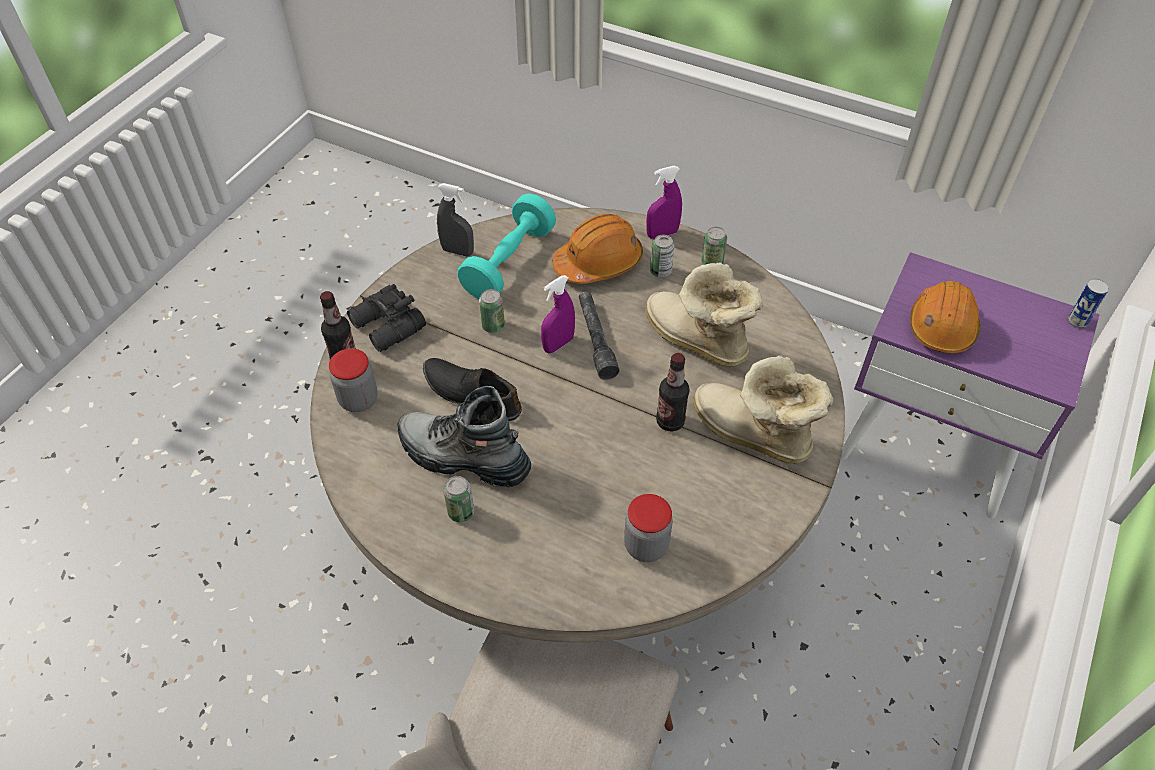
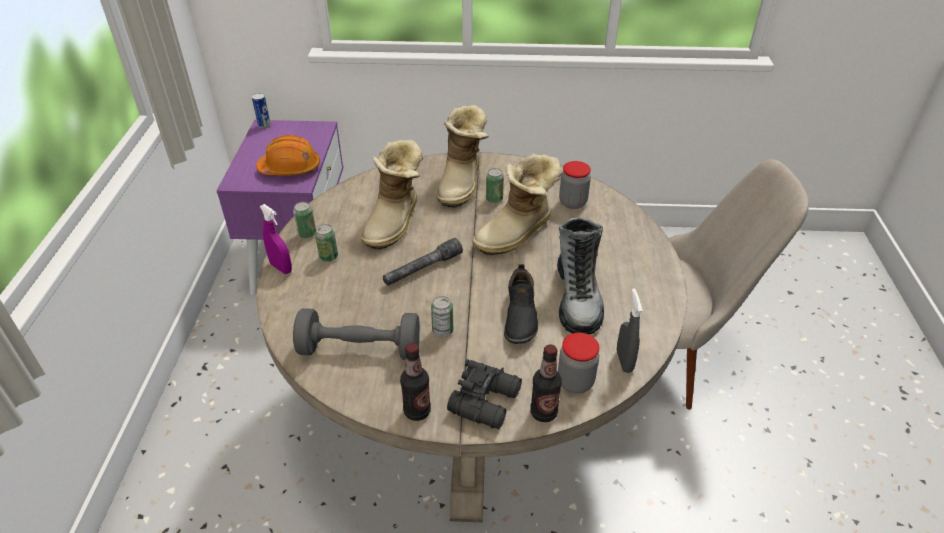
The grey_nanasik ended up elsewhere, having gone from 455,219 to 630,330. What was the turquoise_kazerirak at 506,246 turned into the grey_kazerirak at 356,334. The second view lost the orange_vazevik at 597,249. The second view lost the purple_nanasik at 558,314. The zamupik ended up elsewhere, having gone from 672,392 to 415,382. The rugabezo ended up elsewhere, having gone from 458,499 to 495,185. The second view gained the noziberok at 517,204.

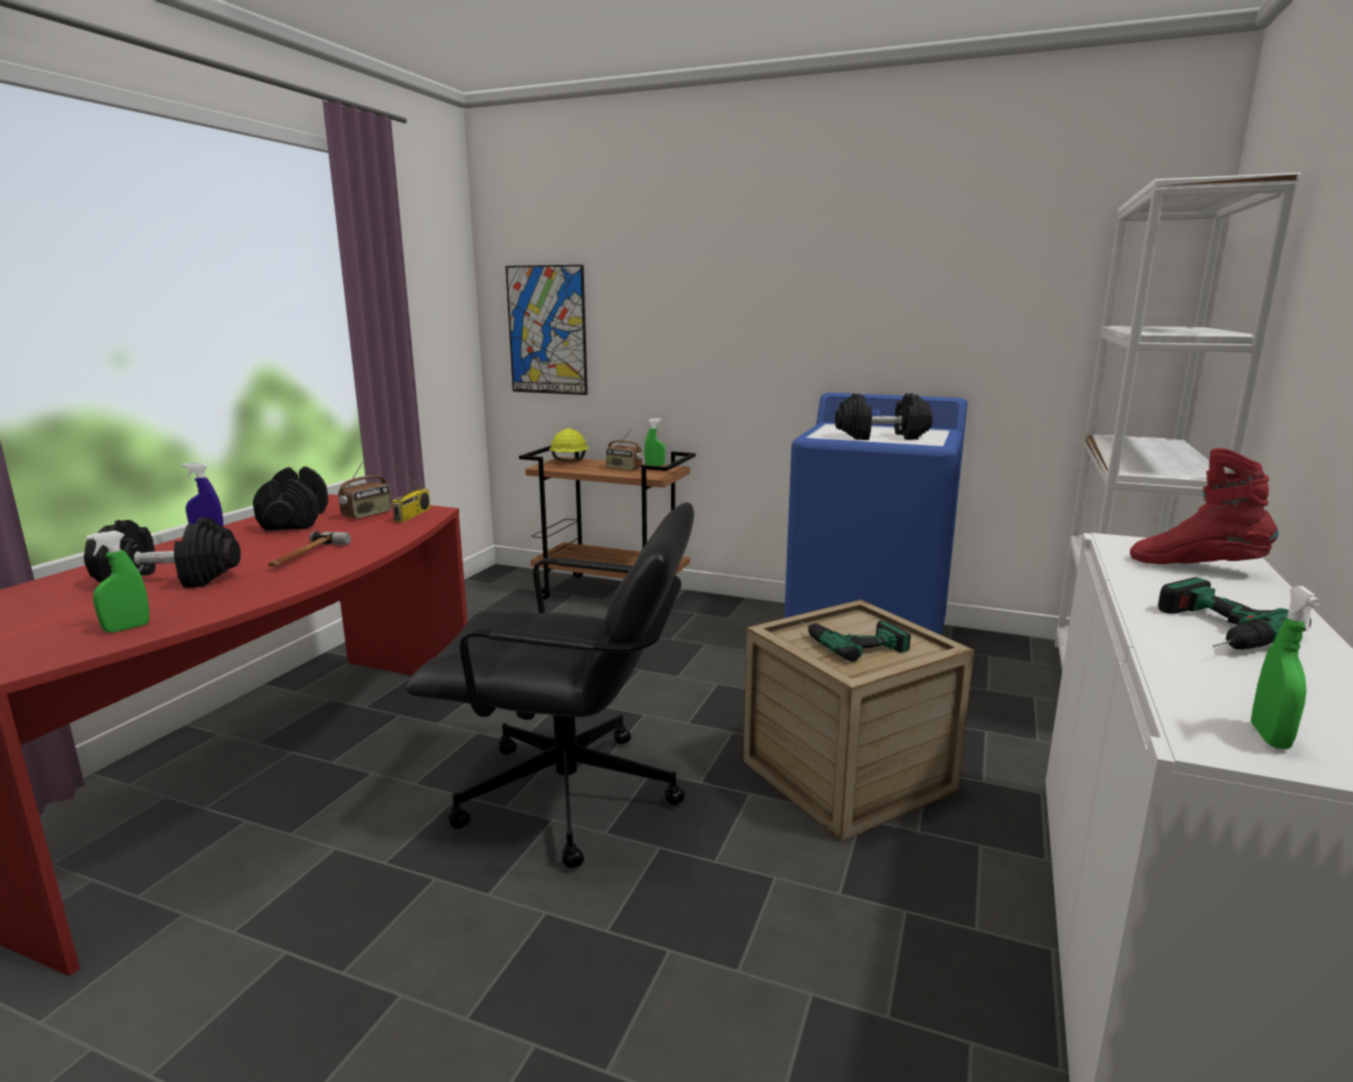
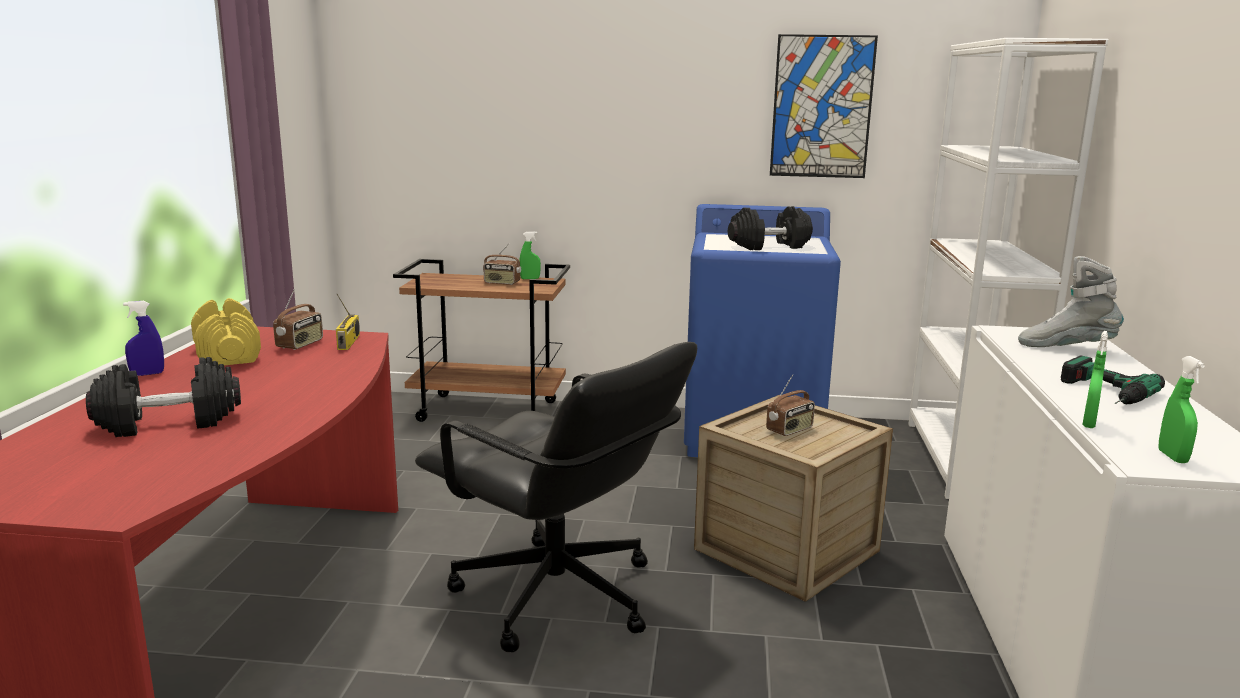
The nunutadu ended up elsewhere, having gone from 546,330 to 824,106. The second view lost the yellow_vazevik at 569,445. What was the red_noziberok at 1204,506 turned into the grey_noziberok at 1071,301. What was the black_kazerirak at 290,499 turned into the yellow_kazerirak at 226,332. The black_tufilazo at 549,685 ended up facing another way, 45 degrees clockwise from before. The green_nanasik ended up elsewhere, having gone from 117,582 to 1095,379. The second view lost the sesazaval at 309,549. Where the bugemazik stood at 855,641, the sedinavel came to stand at 790,405.

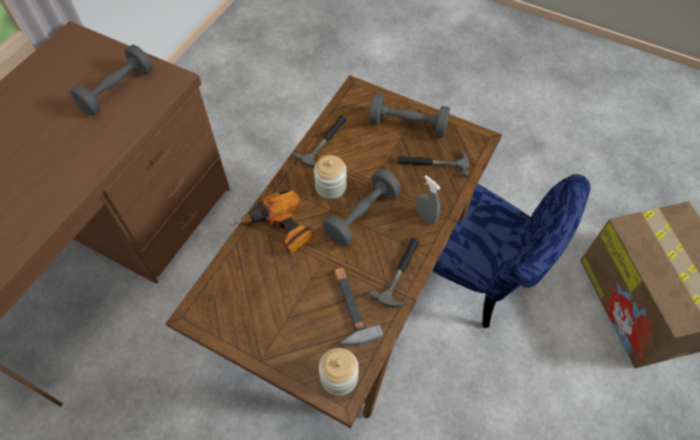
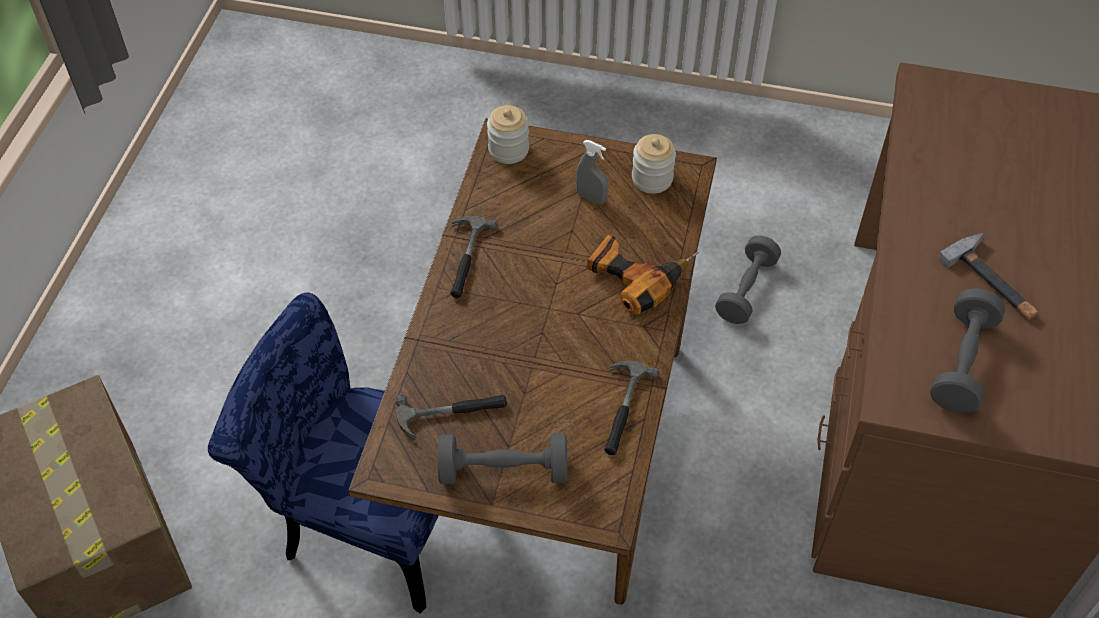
The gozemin ended up elsewhere, having gone from 330,177 to 654,164. The grey_kazerirak ended up elsewhere, having gone from 361,208 to 748,280. The grey_nanasik ended up elsewhere, having gone from 428,199 to 592,172. The sesazaval ended up elsewhere, having gone from 358,307 to 988,276.

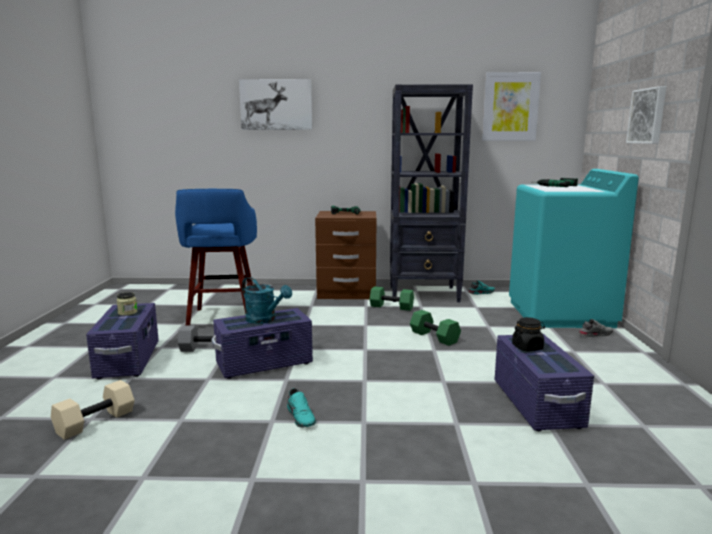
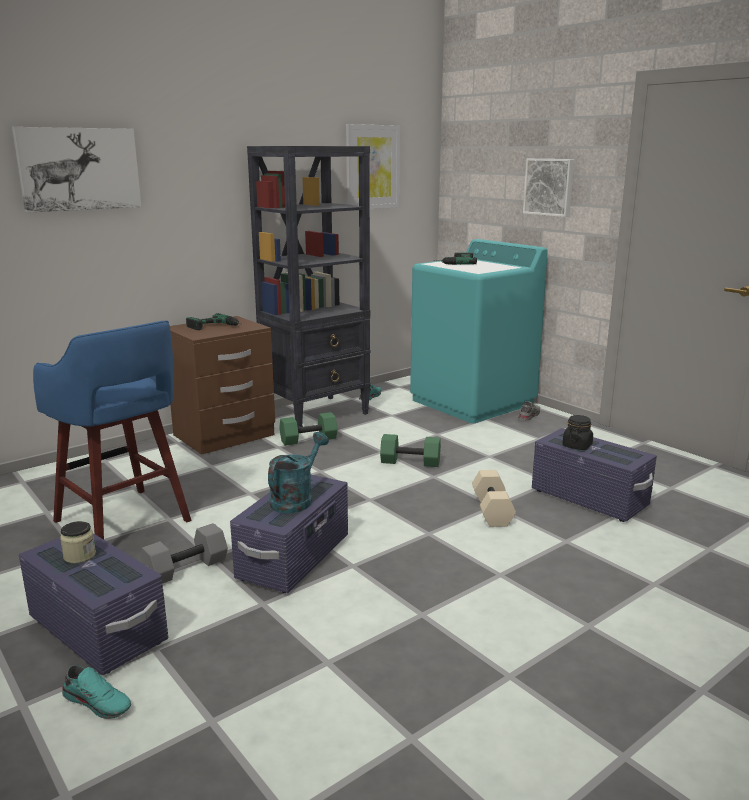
The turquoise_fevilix at 267,300 ended up facing another way, 60 degrees counterclockwise from before. The beige_kazerirak ended up elsewhere, having gone from 93,410 to 494,498. The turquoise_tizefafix ended up elsewhere, having gone from 301,408 to 96,692.

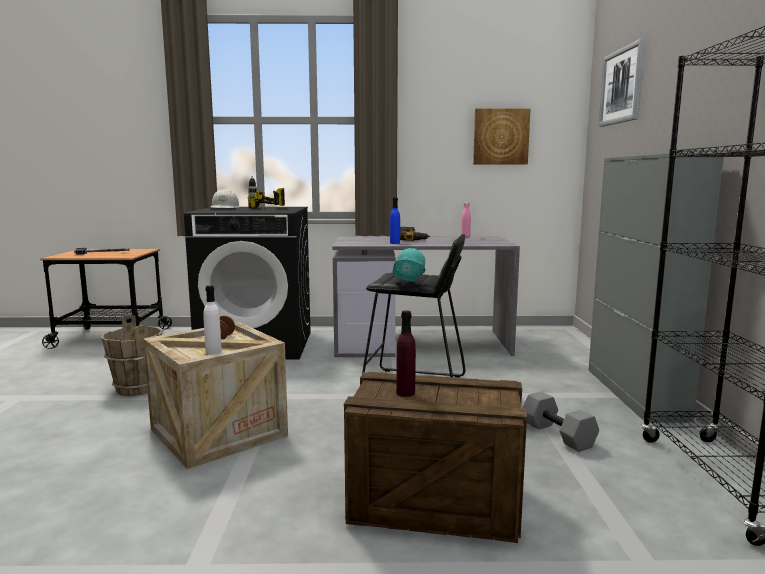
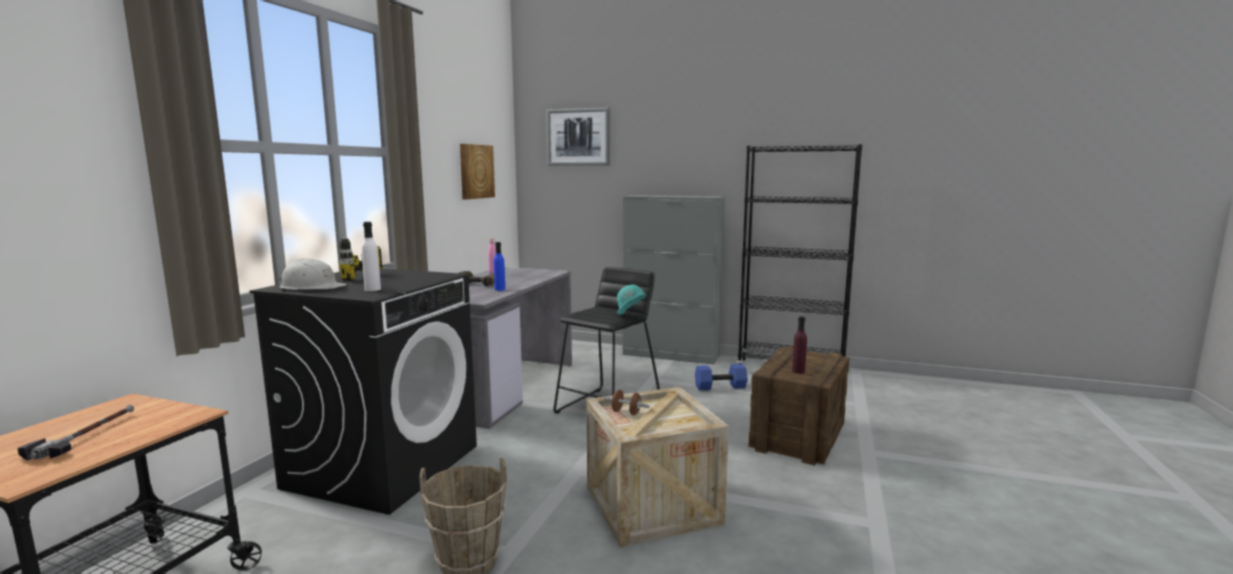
The white_zamupik ended up elsewhere, having gone from 212,320 to 371,256. What was the grey_kazerirak at 561,422 turned into the blue_kazerirak at 721,377.

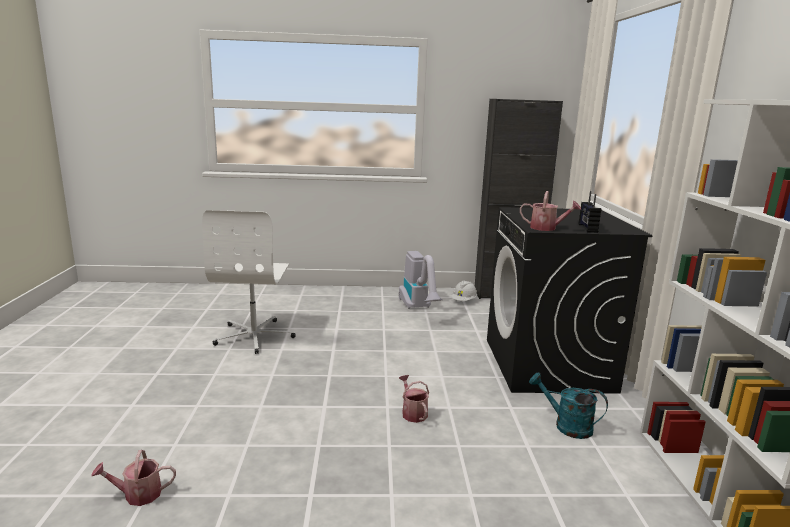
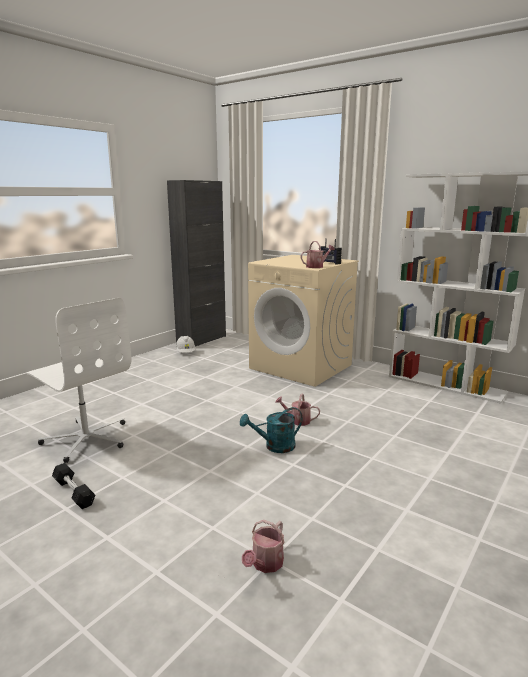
What was the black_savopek at 570,300 turned into the beige_savopek at 303,321. The second view lost the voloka at 421,280. The turquoise_fevilix ended up elsewhere, having gone from 568,405 to 271,430. The second view gained the black_kazerirak at 73,486.

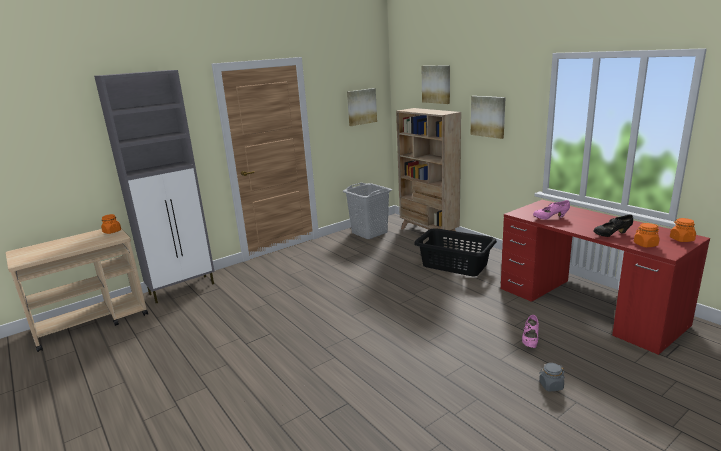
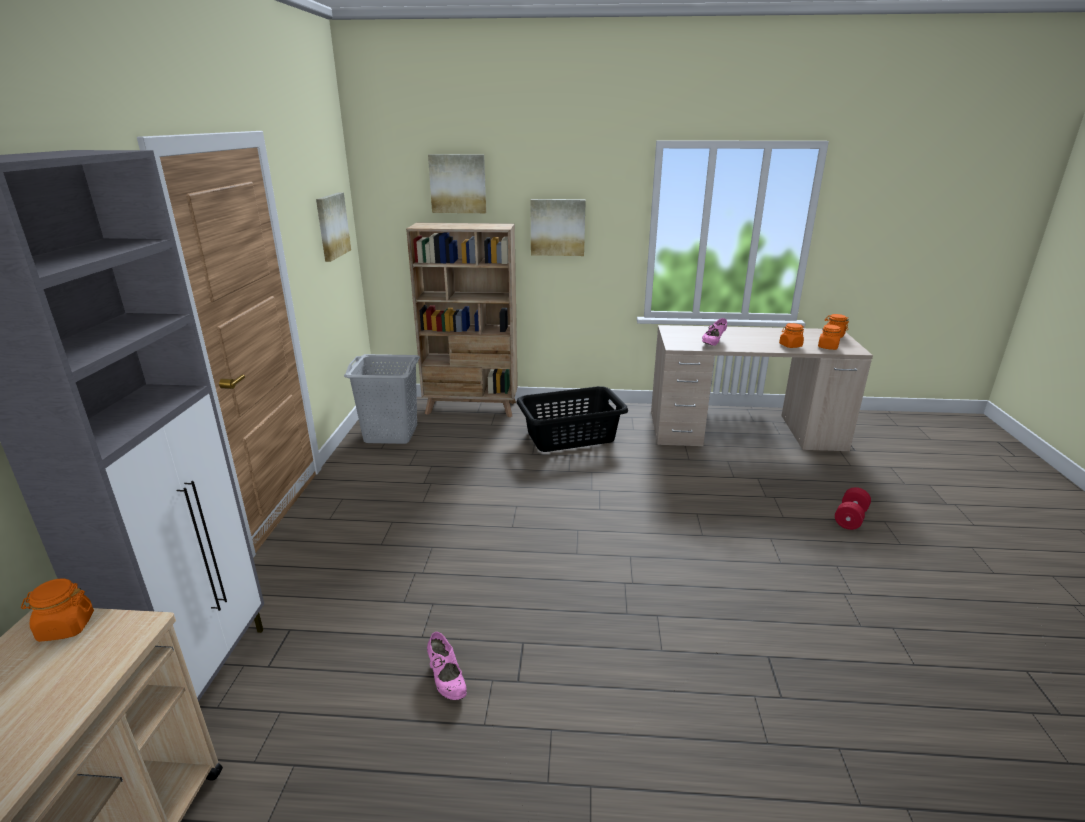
What was the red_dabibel at 605,277 turned into the beige_dabibel at 762,388. Where the black_tizefafix stood at 613,226, the orange_gozemin came to stand at 791,335. The pink_tizefafix ended up elsewhere, having gone from 530,331 to 447,666. Where the grey_gozemin stood at 552,377, the red_kazerirak came to stand at 853,508.

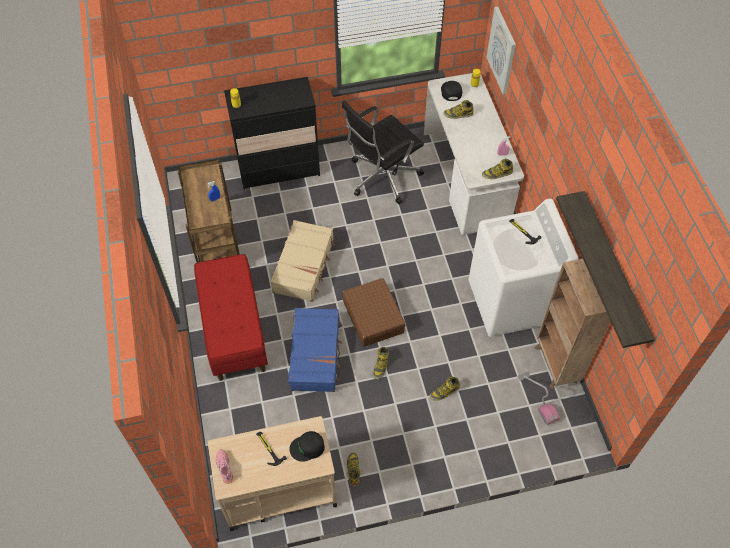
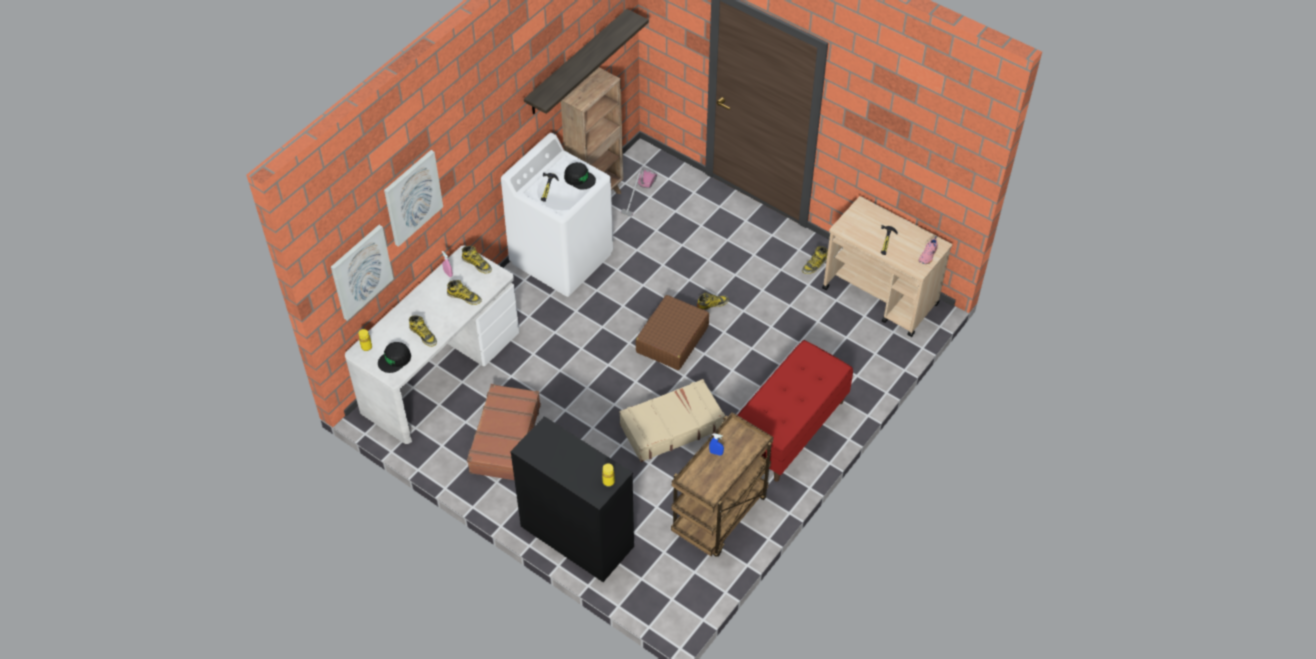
Where the black_tufilazo stood at 383,152, the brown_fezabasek came to stand at 504,432. The second view lost the blue_fezabasek at 315,350. The noziberok ended up elsewhere, having gone from 445,388 to 464,292. The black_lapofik ended up elsewhere, having gone from 307,446 to 580,176. The second view gained the nunutadu at 413,198.

